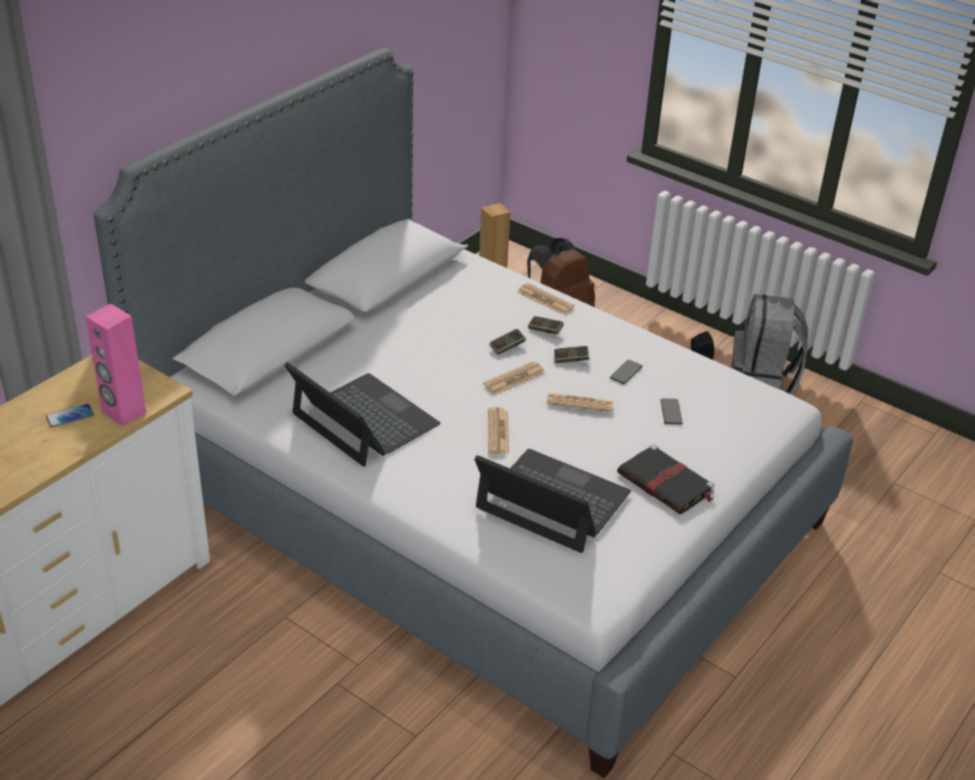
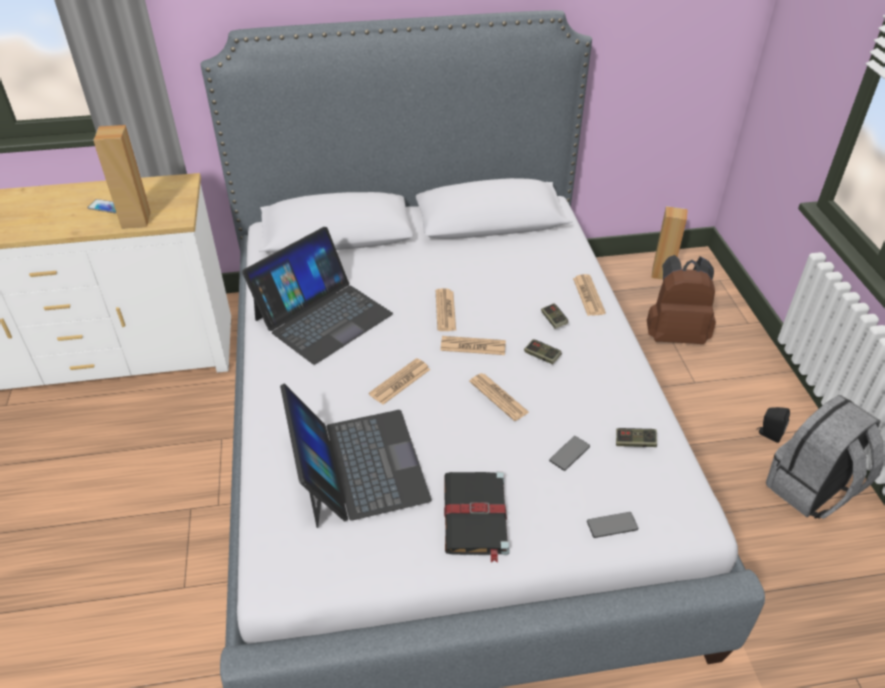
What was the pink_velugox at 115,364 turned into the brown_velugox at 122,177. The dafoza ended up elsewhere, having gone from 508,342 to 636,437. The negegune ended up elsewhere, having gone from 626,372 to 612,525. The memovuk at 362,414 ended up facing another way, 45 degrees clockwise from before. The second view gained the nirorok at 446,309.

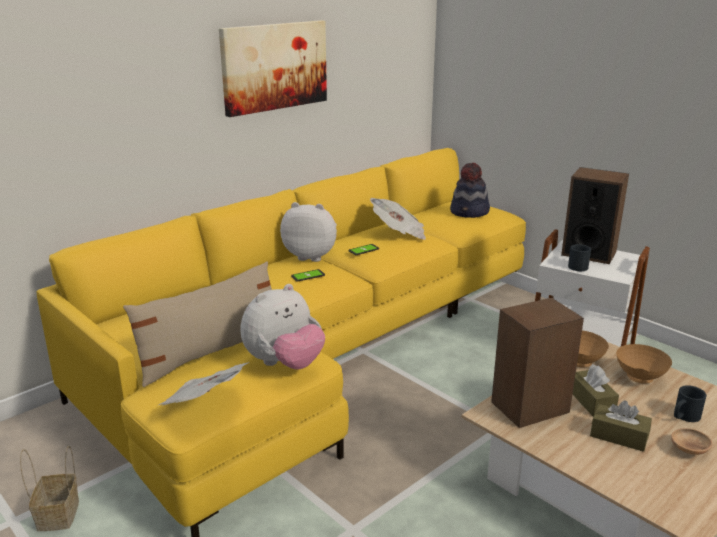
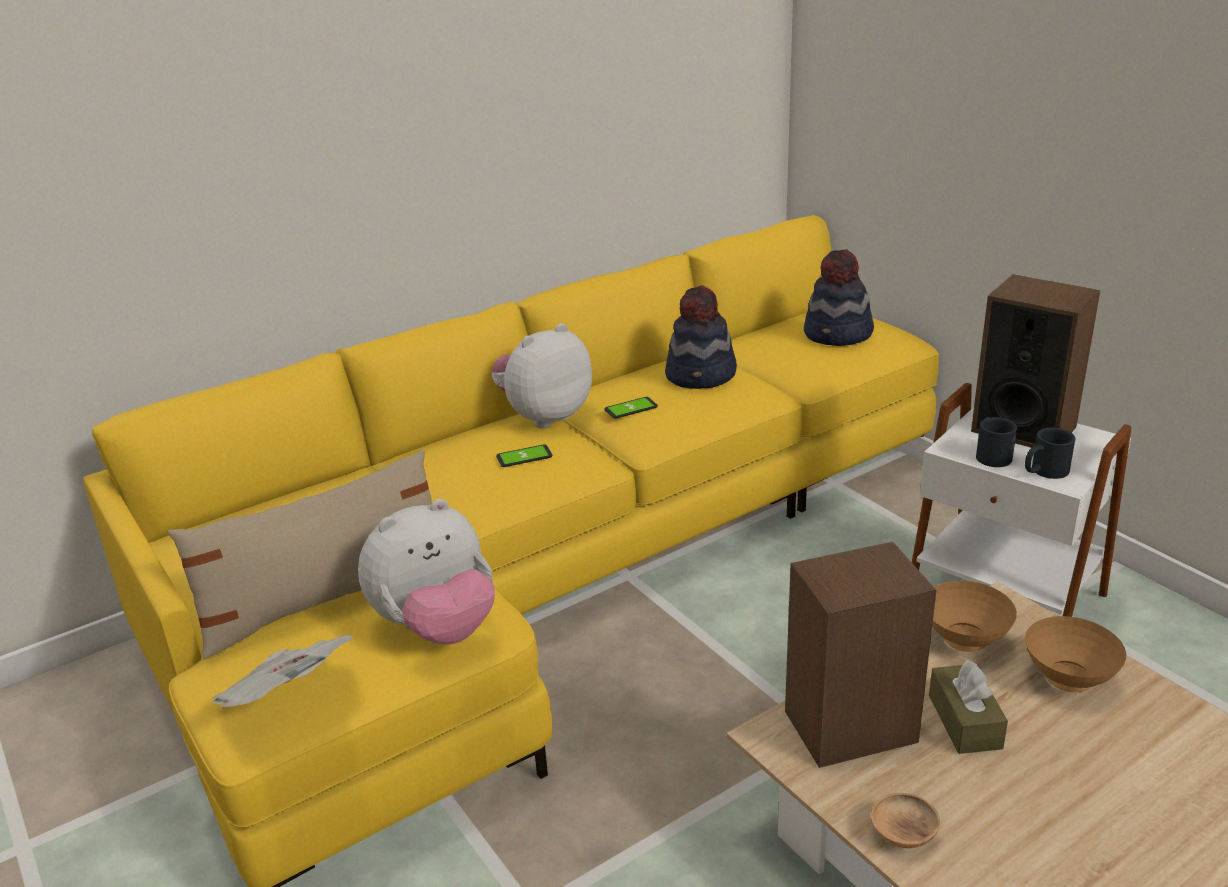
The second view lost the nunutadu at 273,68. Where the nirorok stood at 398,219, the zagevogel came to stand at 701,337. The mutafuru at 308,232 ended up facing another way, 60 degrees counterclockwise from before. The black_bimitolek ended up elsewhere, having gone from 690,403 to 1050,453. The second view lost the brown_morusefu at 621,426. The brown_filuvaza ended up elsewhere, having gone from 691,441 to 905,820. The second view lost the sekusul at 49,488.

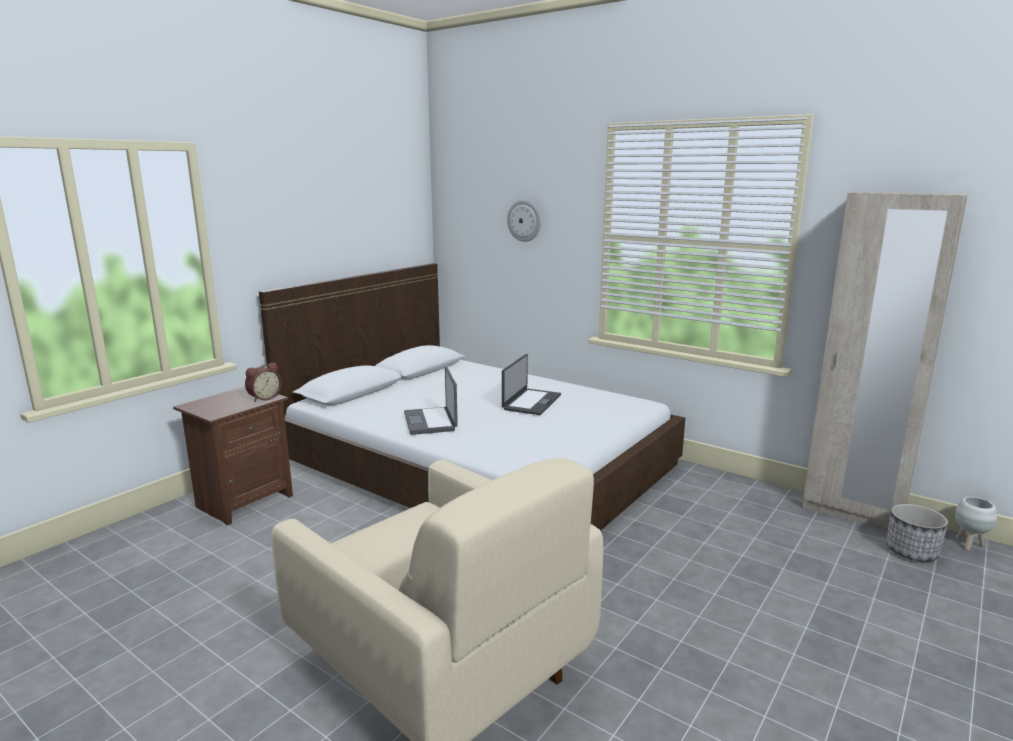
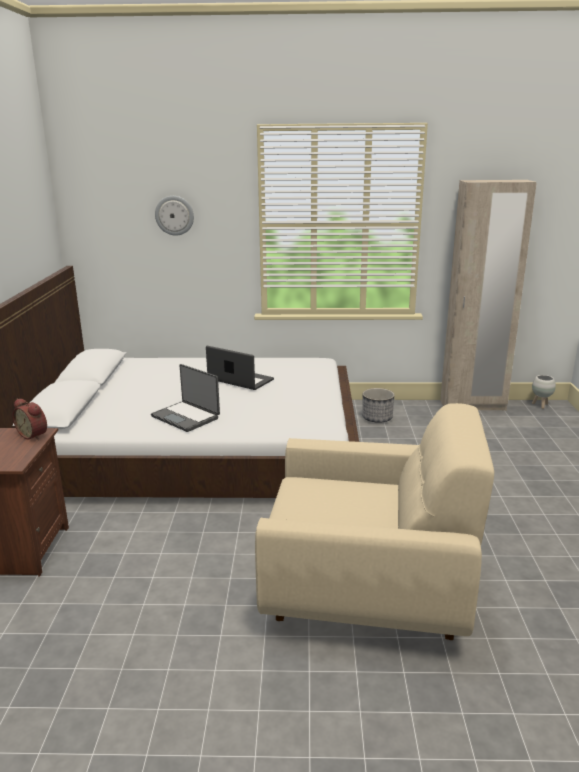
The memovuk at 531,384 ended up facing another way, 45 degrees counterclockwise from before. The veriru at 263,382 ended up facing another way, 120 degrees clockwise from before. The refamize ended up elsewhere, having gone from 917,533 to 378,405.

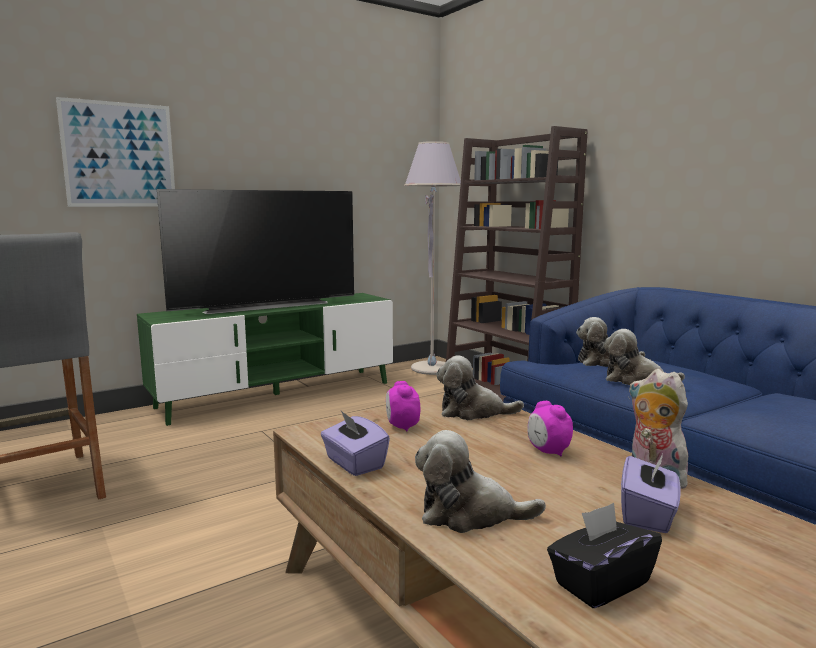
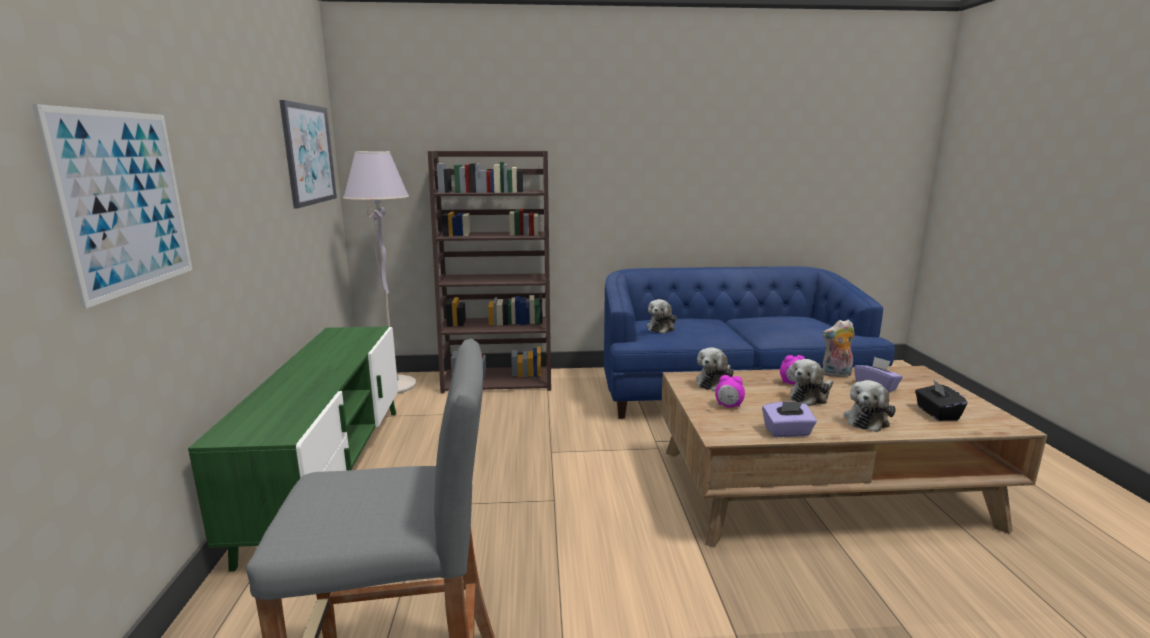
The second view lost the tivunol at 255,251. The mutafuru ended up elsewhere, having gone from 644,357 to 811,382. The second view gained the nunutadu at 308,154.

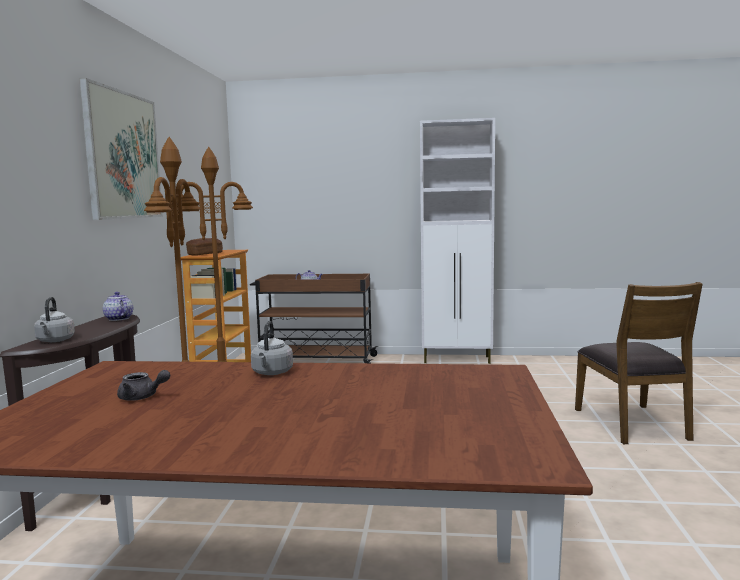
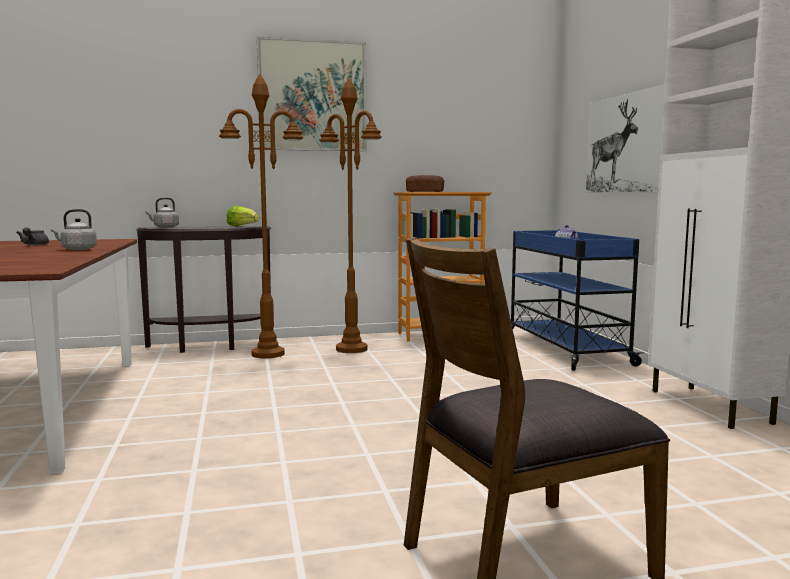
What was the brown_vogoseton at 314,318 turned into the blue_vogoseton at 578,300. Where the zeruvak stood at 118,306, the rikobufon came to stand at 243,216. The second view gained the nunutadu at 625,138.

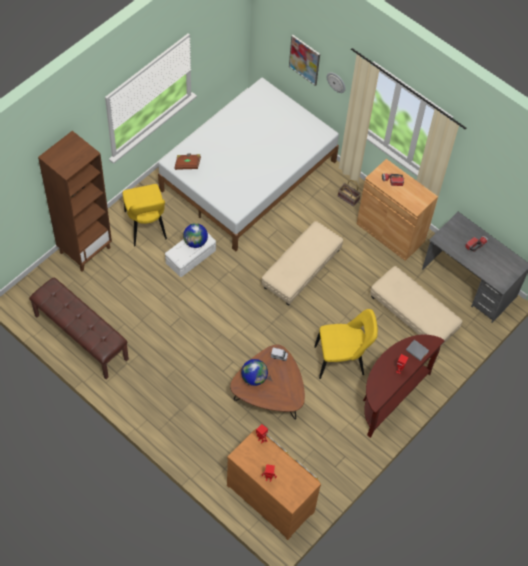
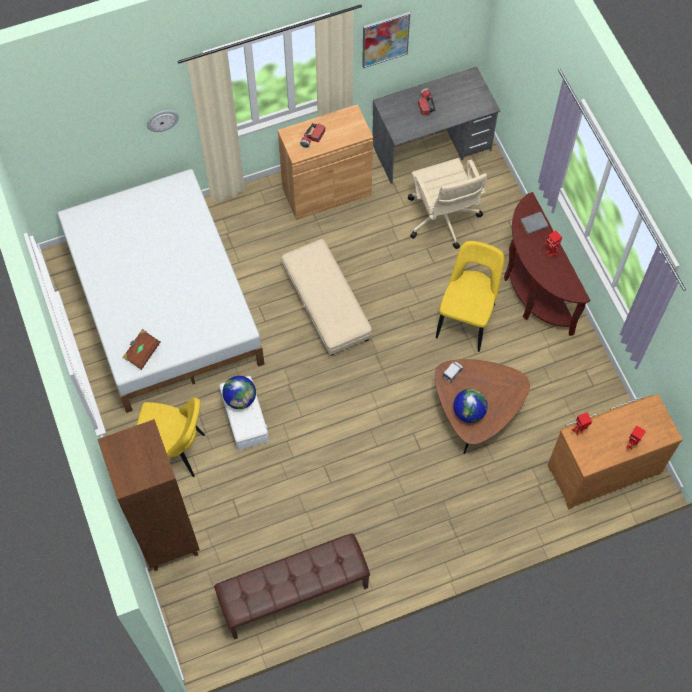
The nunutadu ended up elsewhere, having gone from 304,60 to 386,40. The second view lost the sekusul at 349,193. Where the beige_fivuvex stood at 416,306, the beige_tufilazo came to stand at 447,203.

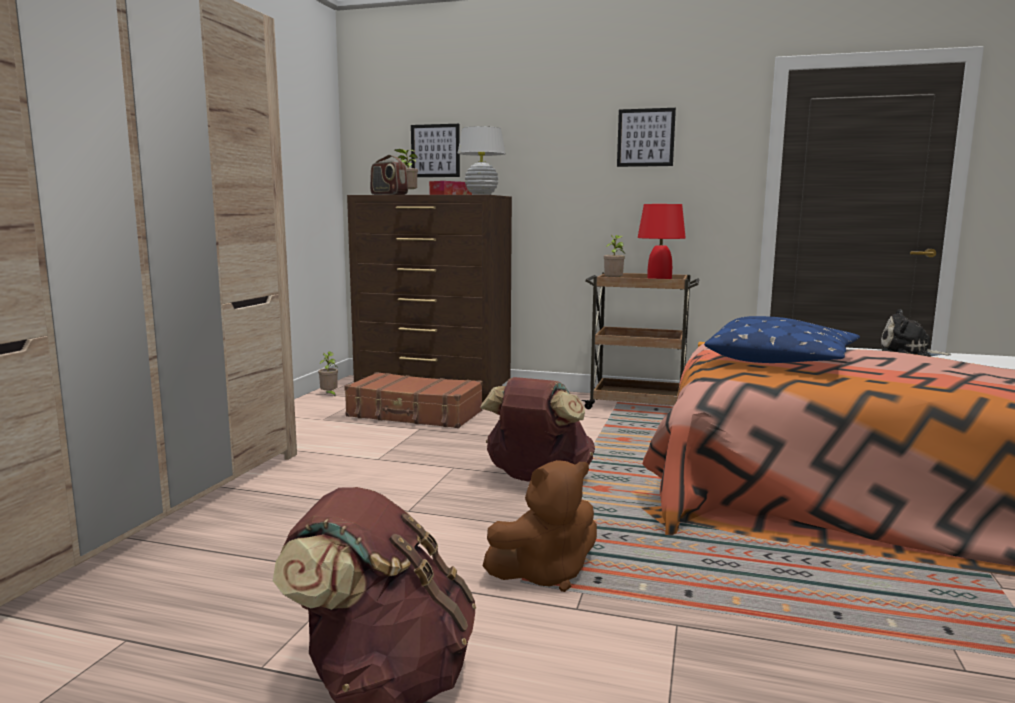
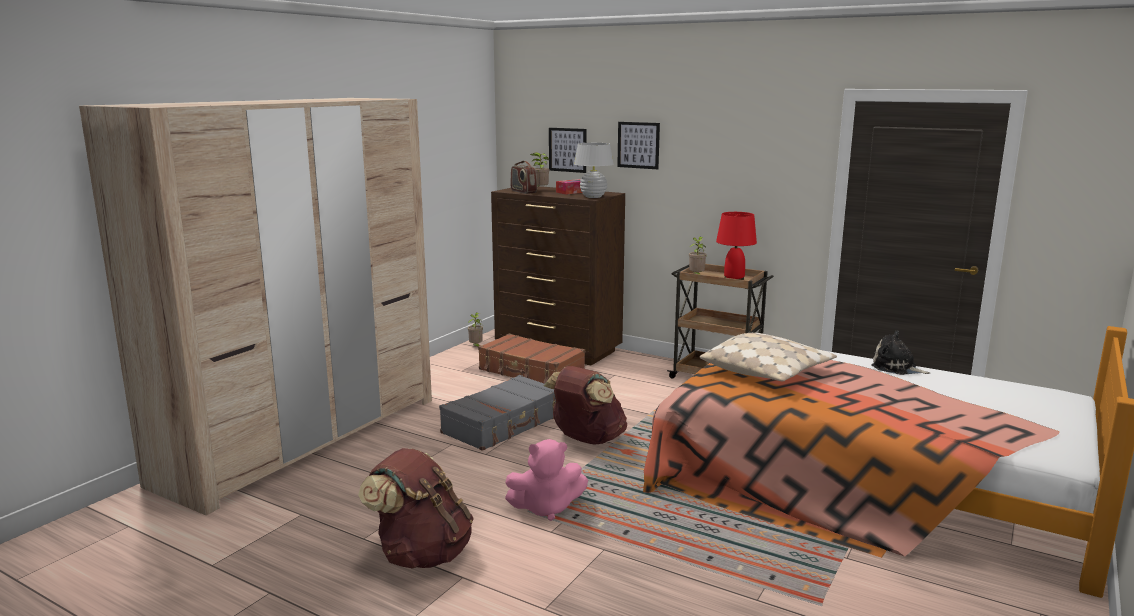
The nunutadu ended up elsewhere, having gone from 646,137 to 638,145. What was the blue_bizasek at 782,339 turned into the beige_bizasek at 768,357. What was the brown_mutafuru at 540,526 turned into the pink_mutafuru at 546,480. The second view gained the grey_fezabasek at 497,413.

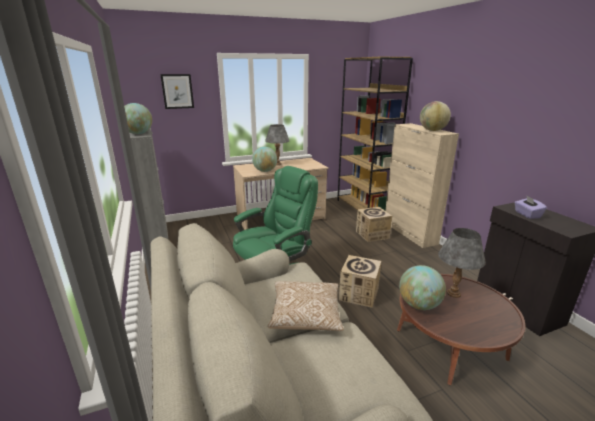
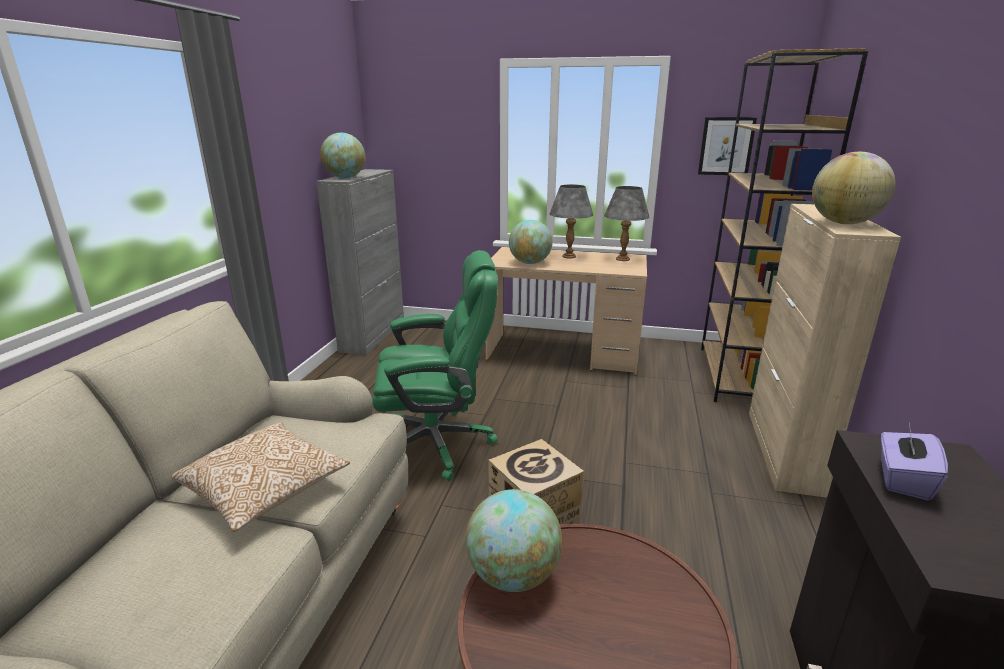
The nunutadu ended up elsewhere, having gone from 177,91 to 727,146. The second view lost the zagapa at 374,224. The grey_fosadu ended up elsewhere, having gone from 462,263 to 627,223.

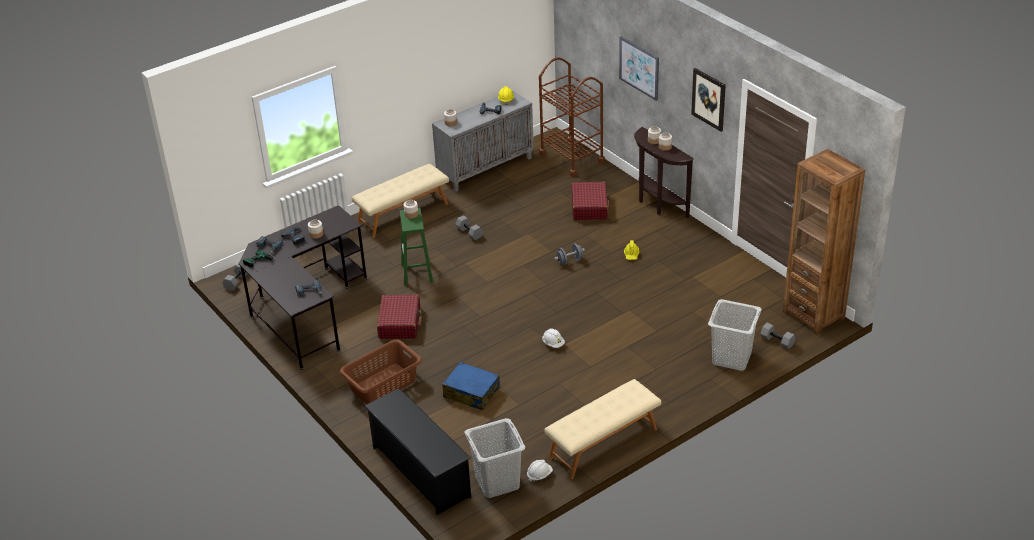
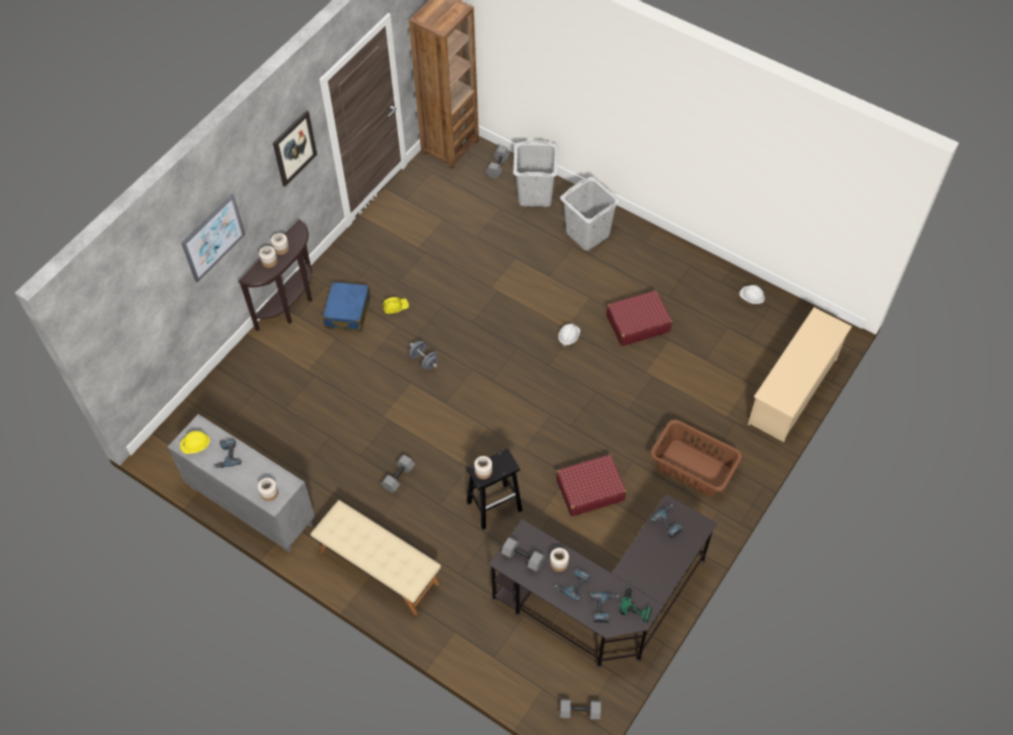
The second view lost the brown_vogoseton at 572,117. The red_fezabasek ended up elsewhere, having gone from 590,201 to 639,318. What was the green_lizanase at 416,247 turned into the black_lizanase at 494,489. The blue_fezabasek ended up elsewhere, having gone from 471,386 to 347,307. The second view lost the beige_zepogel at 602,429. What was the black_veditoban at 417,451 turned into the beige_veditoban at 800,374. The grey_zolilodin ended up elsewhere, having gone from 494,458 to 590,214. The second view gained the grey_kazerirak at 523,554.

